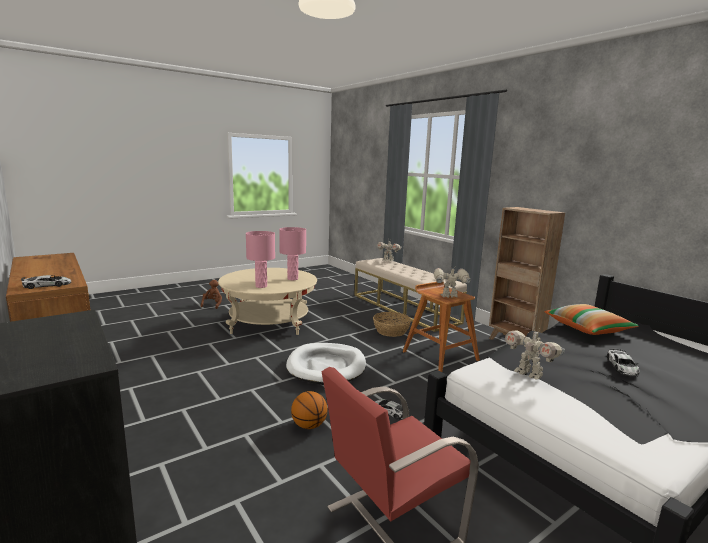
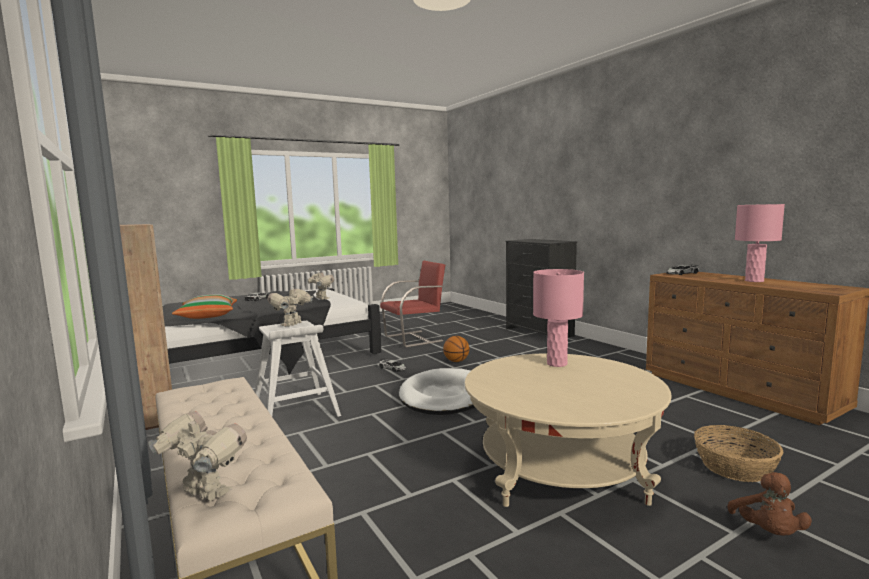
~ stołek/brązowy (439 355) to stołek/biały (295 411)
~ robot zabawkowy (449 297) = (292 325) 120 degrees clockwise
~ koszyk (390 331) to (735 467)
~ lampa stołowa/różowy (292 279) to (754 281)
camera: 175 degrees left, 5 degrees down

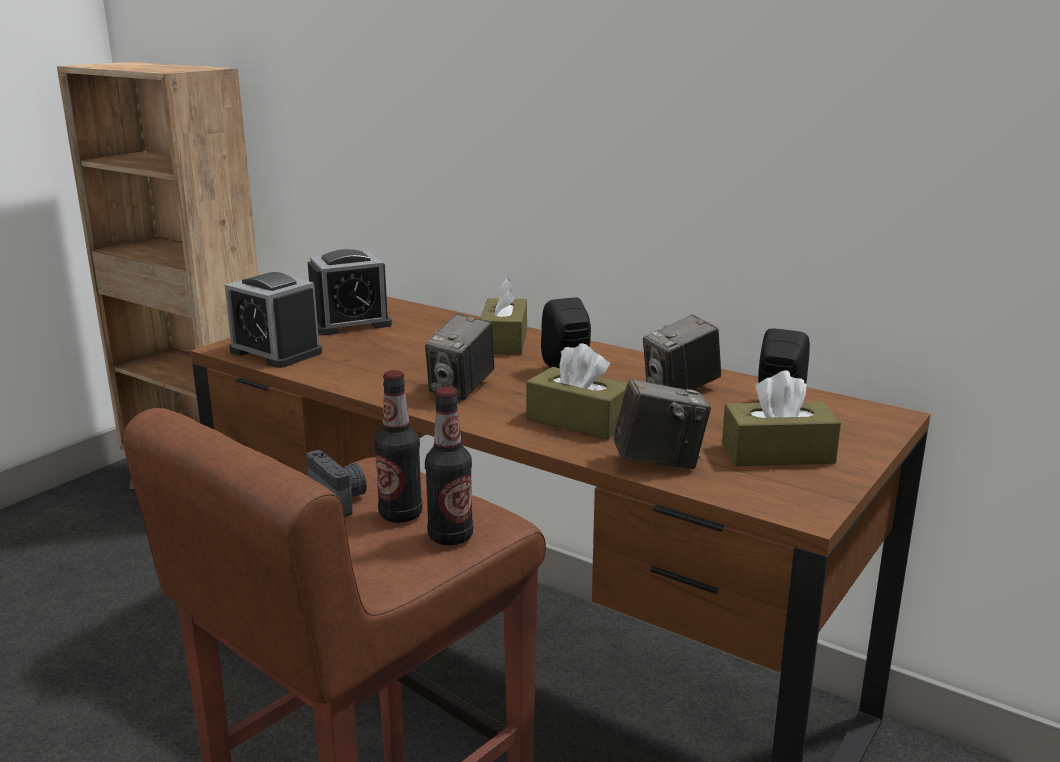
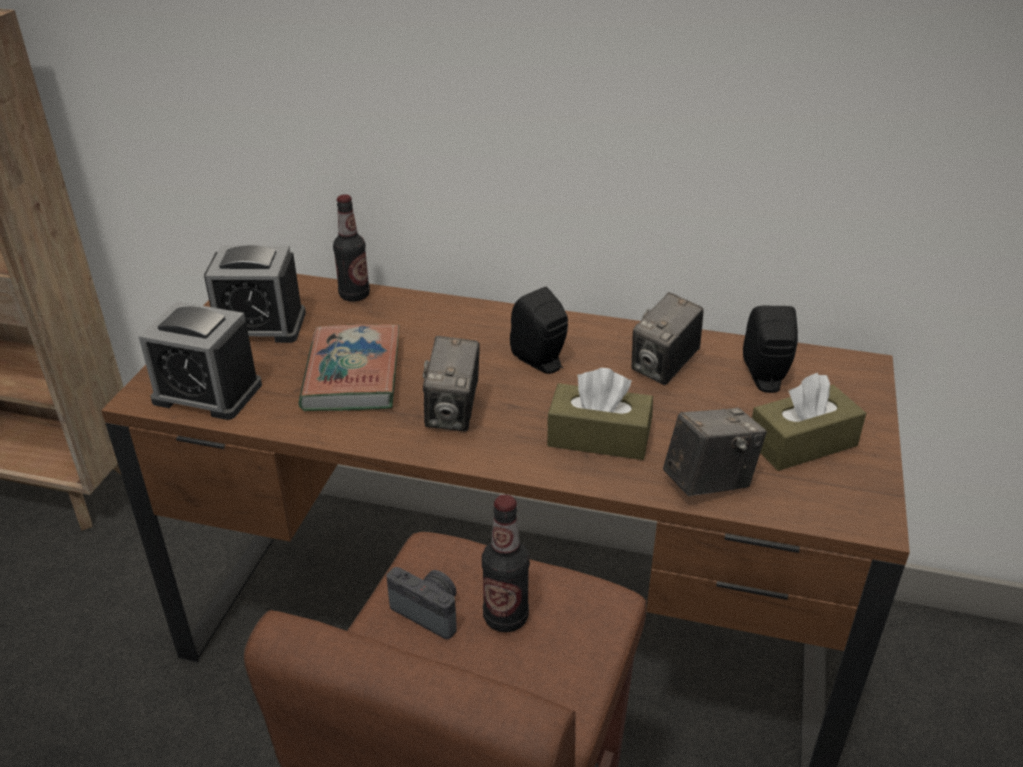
~ budzik (350 323) = (260 325) 45 degrees clockwise
+ książka (352 375)
~ butelka (450 536) to (354 295)
- pudełko chusteczek/brązowy (504 341)
camera: 20 degrees left, 15 degrees up

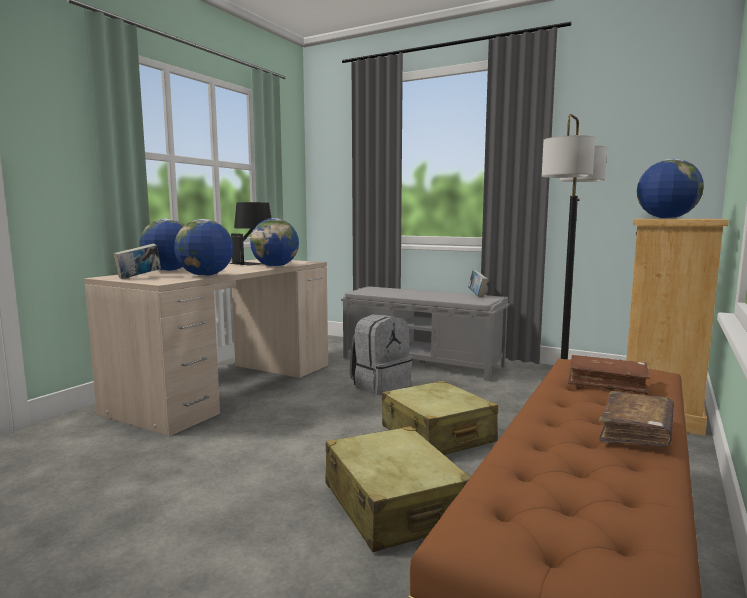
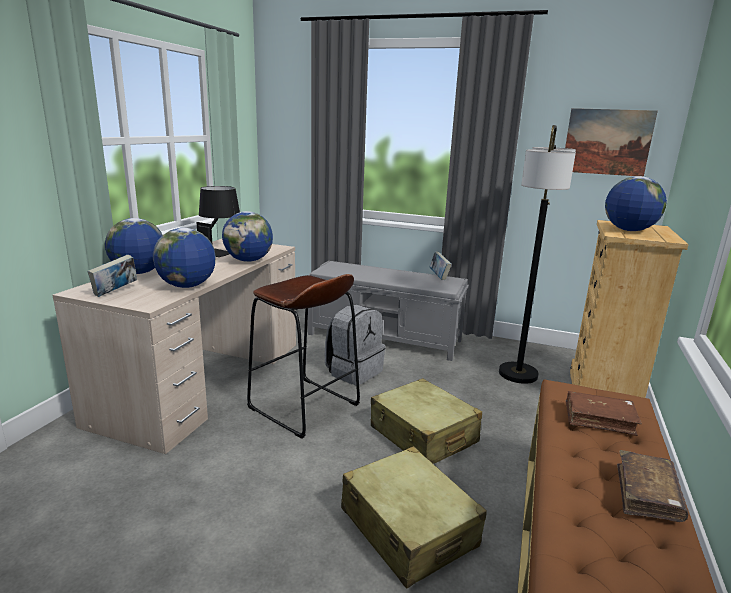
+ stołek/brązowy (304 406)
+ obraz (607 142)
camera: 10 degrees left, 10 degrees up

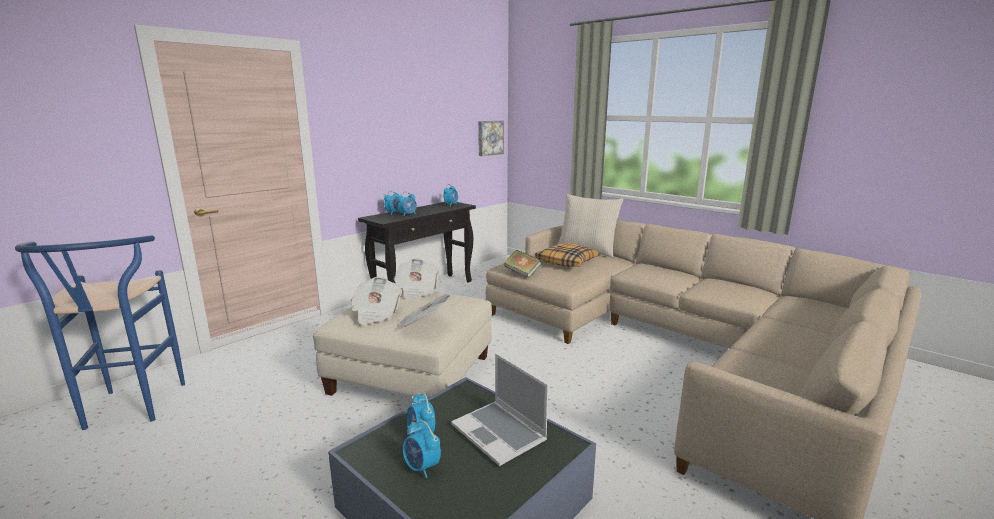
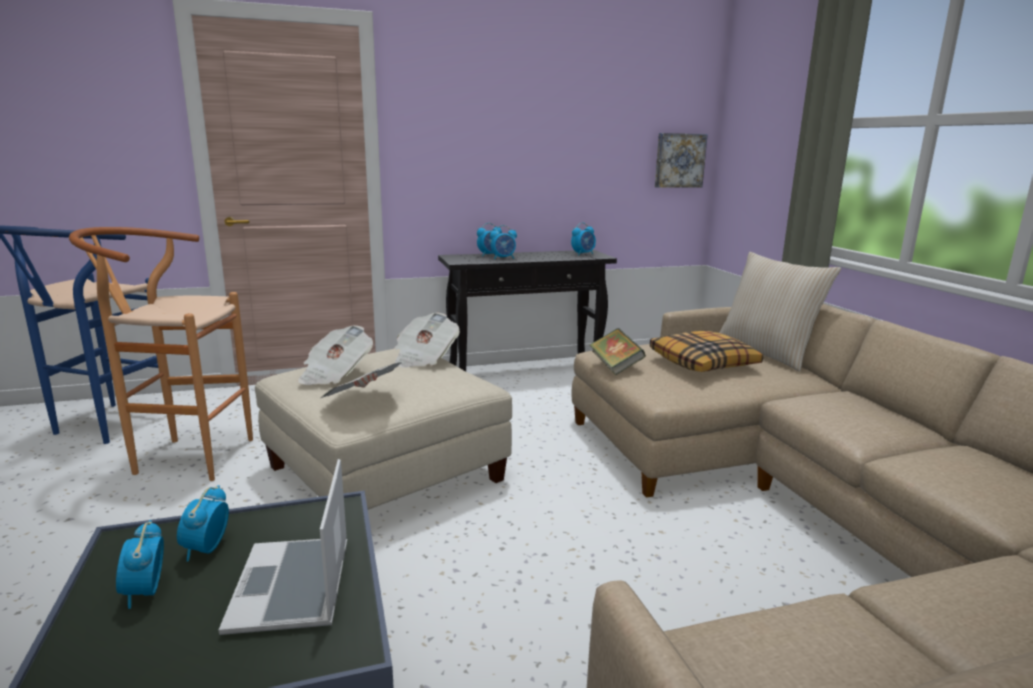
+ stołek/brązowy (183 457)
camera: 30 degrees right, 0 degrees up

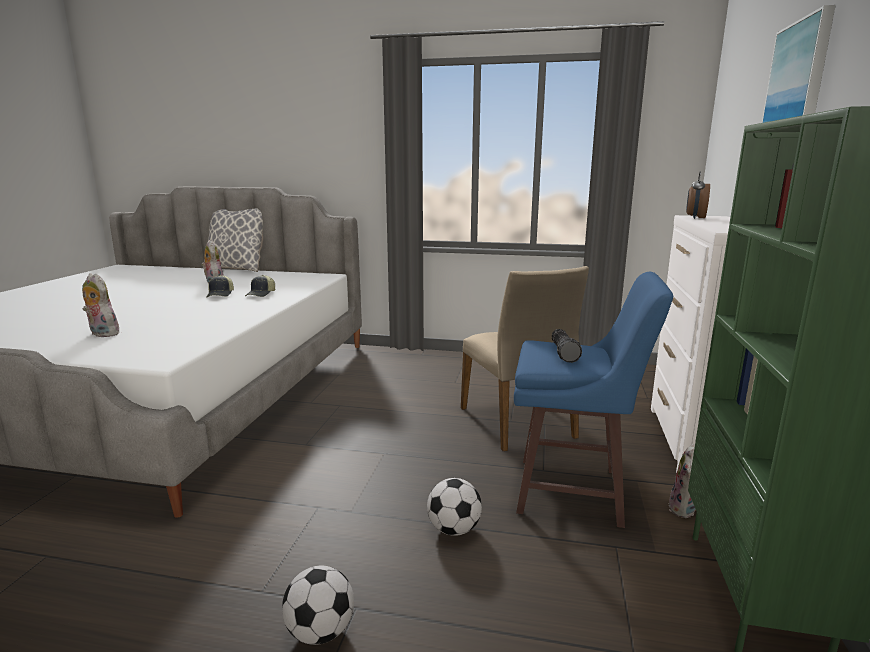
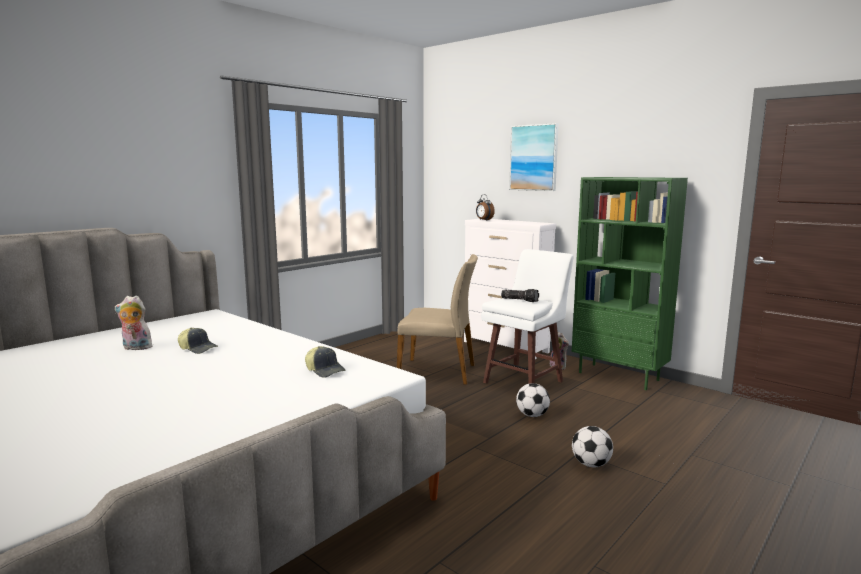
~ czapka z daszkiem (261 294) to (325 370)
~ stołek/niebieski (573 492) to stołek/biały (525 381)
- pluszak (102 334)
- poduszka (236 268)
camera: 60 degrees left, 5 degrees down

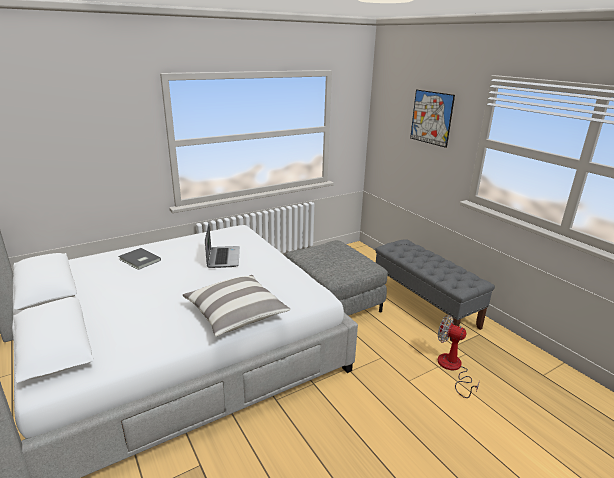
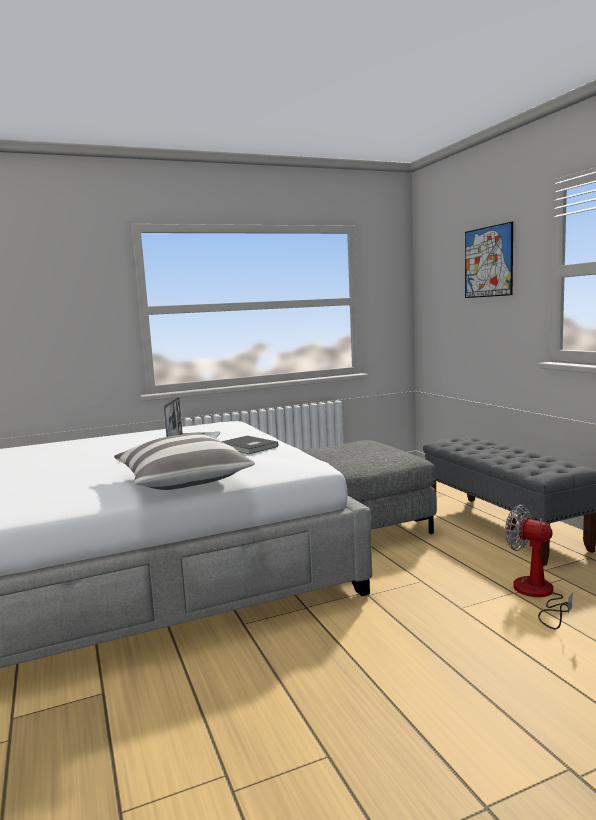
~ książka/szary (139 260) to (247 447)
camera: 10 degrees right, 15 degrees down

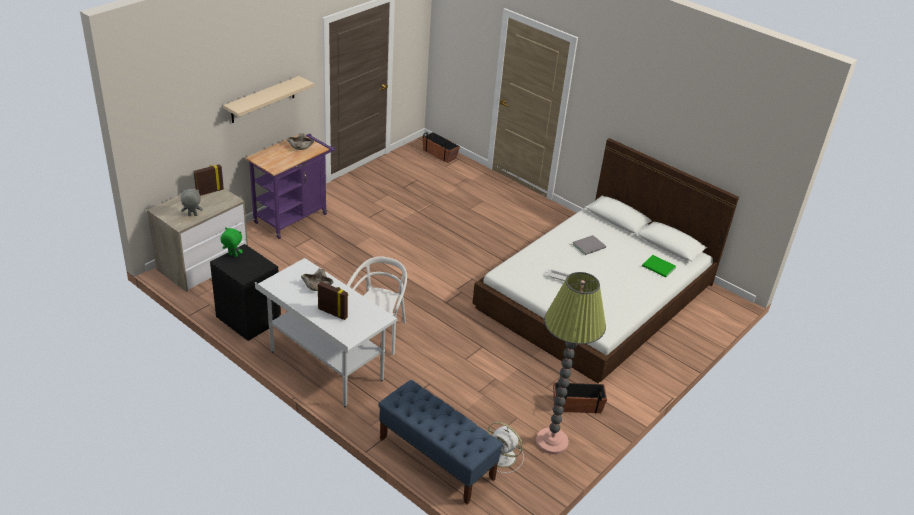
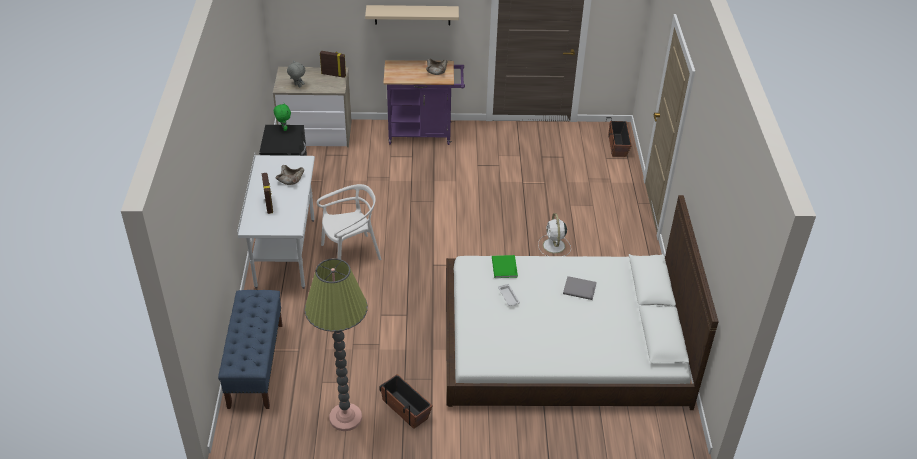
~ książka/zielony (659 268) to (503 268)
~ wentylator/biały (503 457) to (554 246)
camera: 50 degrees right, 5 degrees up

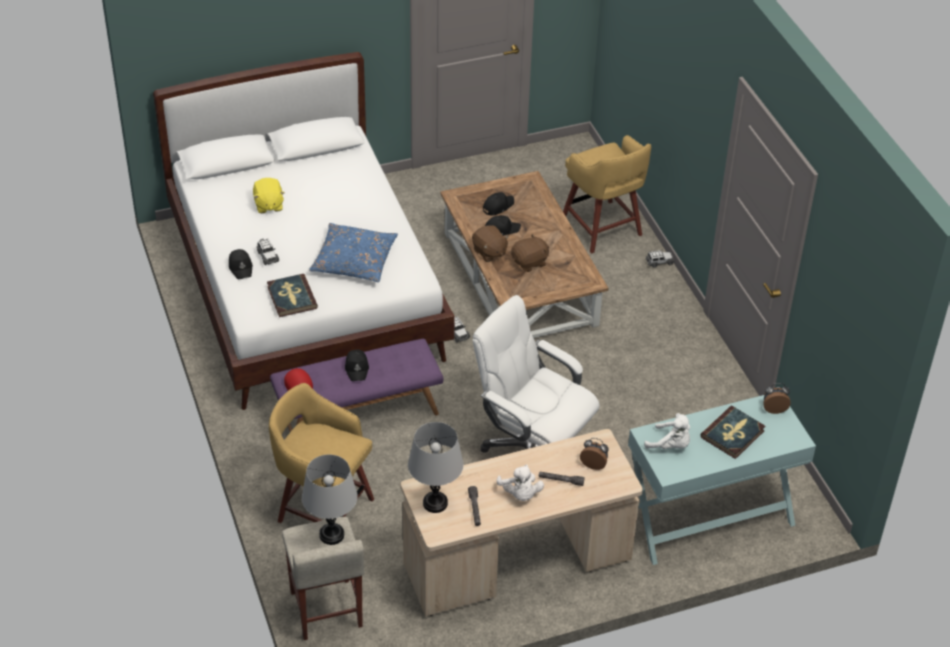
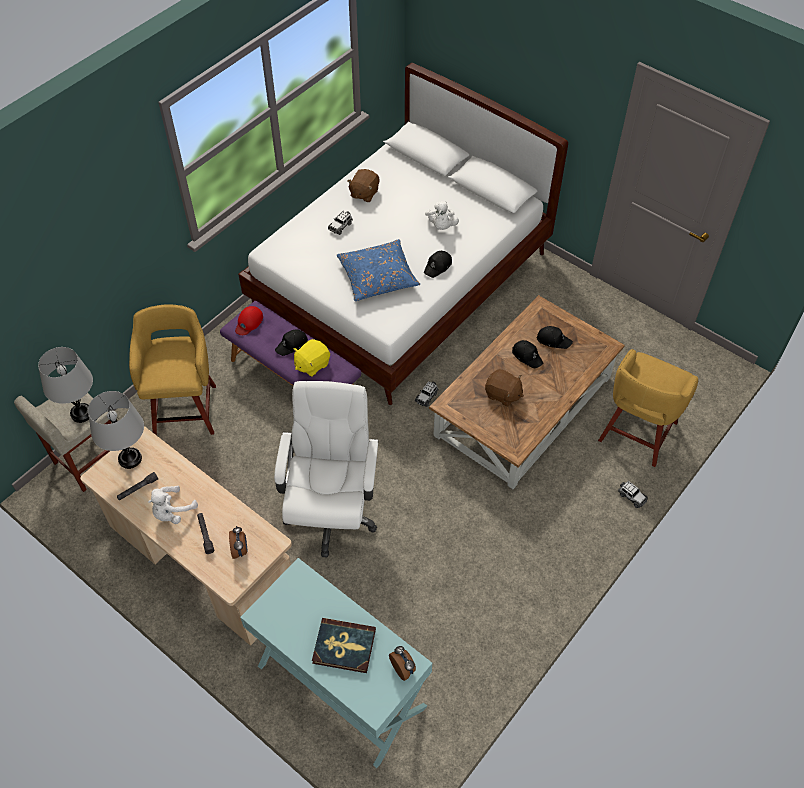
~ pluszak/żółty (268 205) to (312 364)
~ pluszak/brązowy (489 252) to (364 193)
~ czapka z daszkiem/czarny (241 267) to (438 266)
~ pluszak/biały (670 445) to (441 226)
- książka (291 297)
camera: 60 degrees right, 10 degrees up

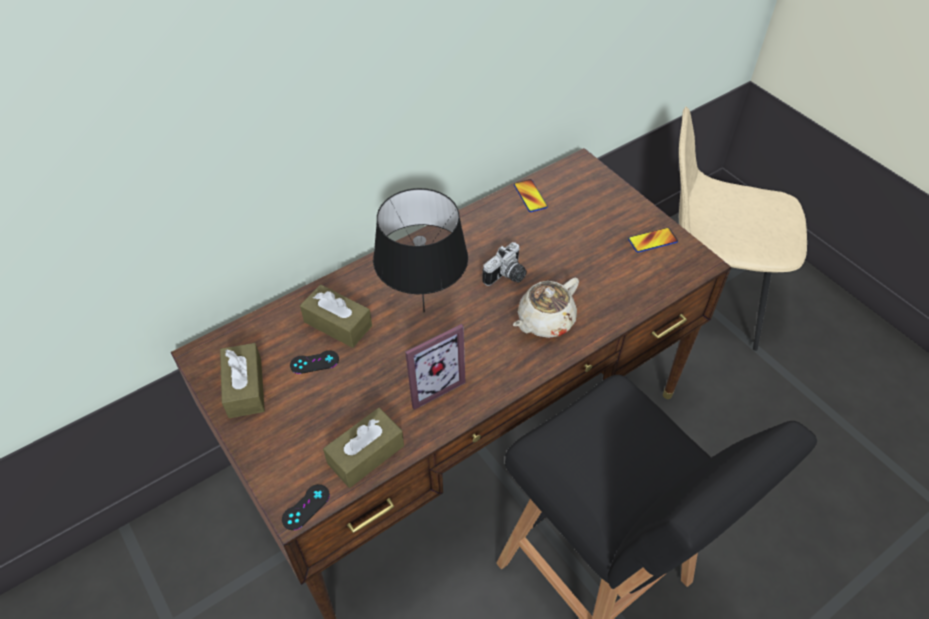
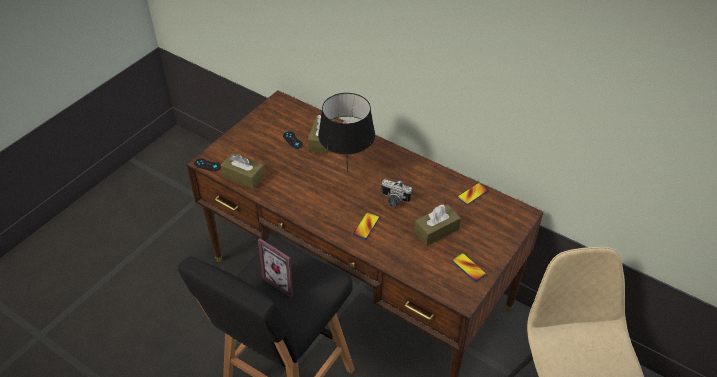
~ ramka na zdjęcie (431 383) to (284 280)
~ imbryk/beżowy (544 321) to telefon (366 226)
~ pudełko chusteczek/brązowy (245 388) to (436 230)
camera: 70 degrees right, 5 degrees down

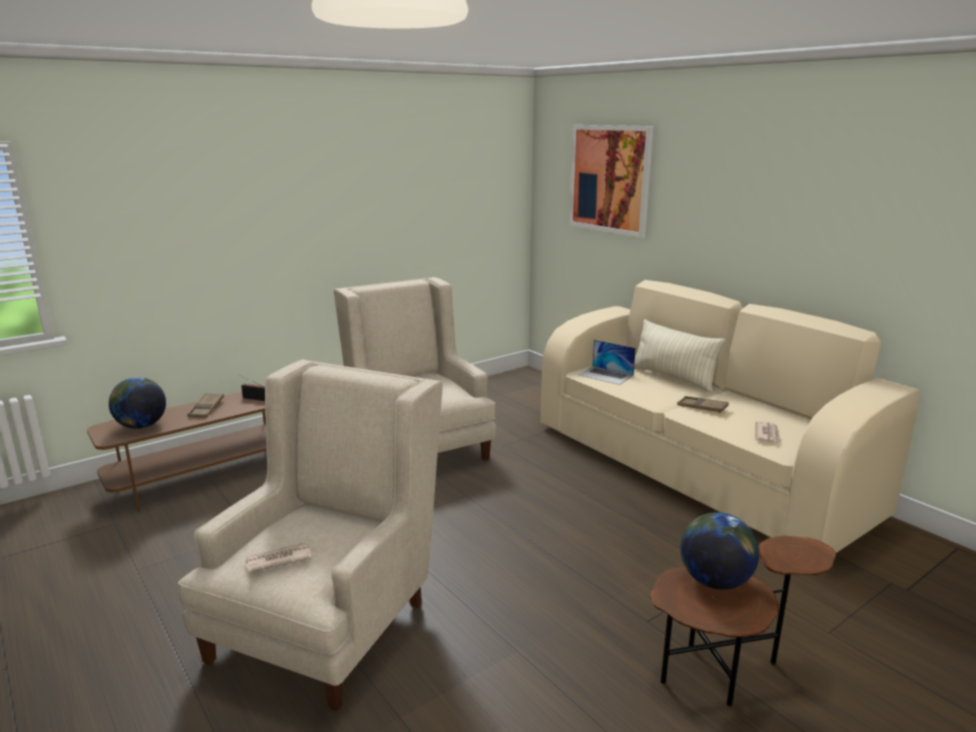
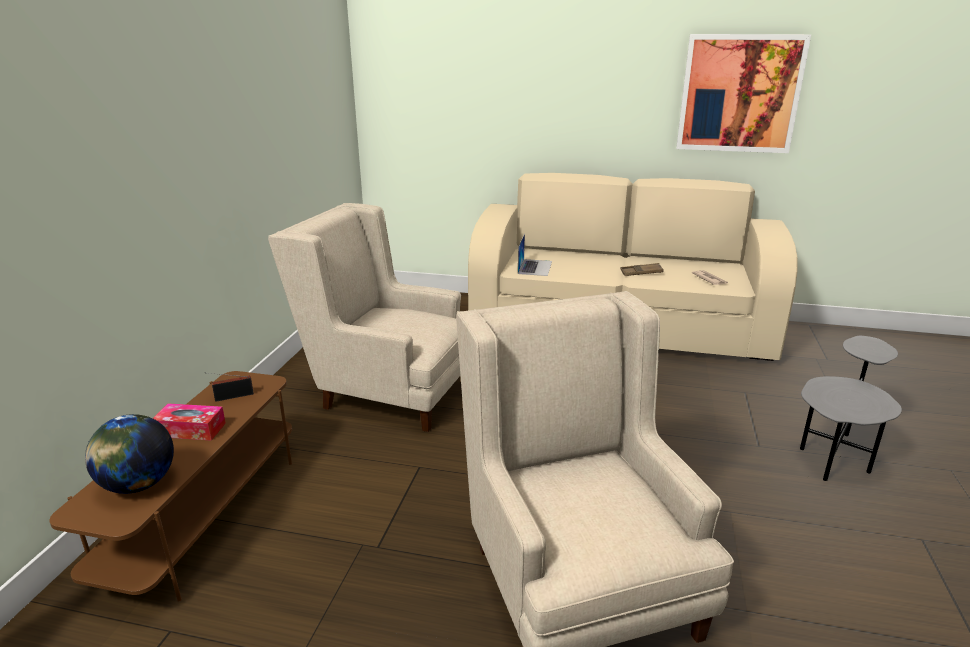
~ taca/brązowy (206 408) to pudełko chusteczek (191 430)
~ laptop (606 375) = (535 267) 75 degrees counterclockwise
~ obraz (609 179) to (739 94)
~ stolik/brązowy (725 670) to stolik/szary (836 453)
- gazeta (277 560)
- poduszka/beżowy (673 378)
- globus (714 581)
camera: 40 degrees left, 5 degrees up

